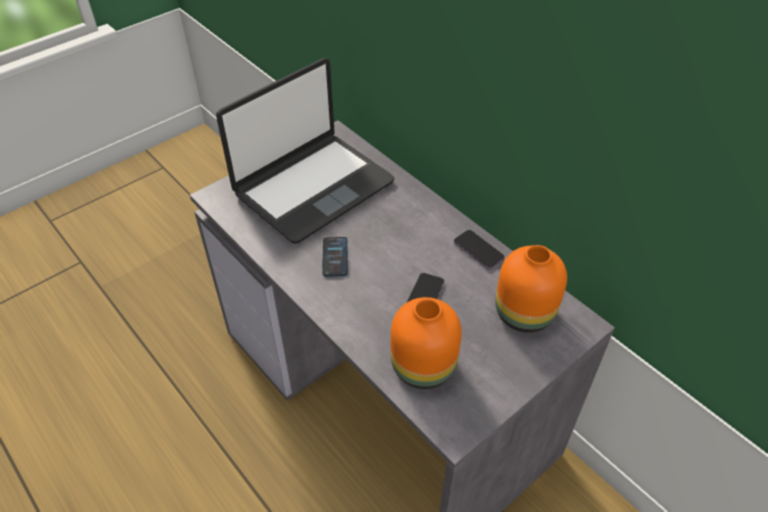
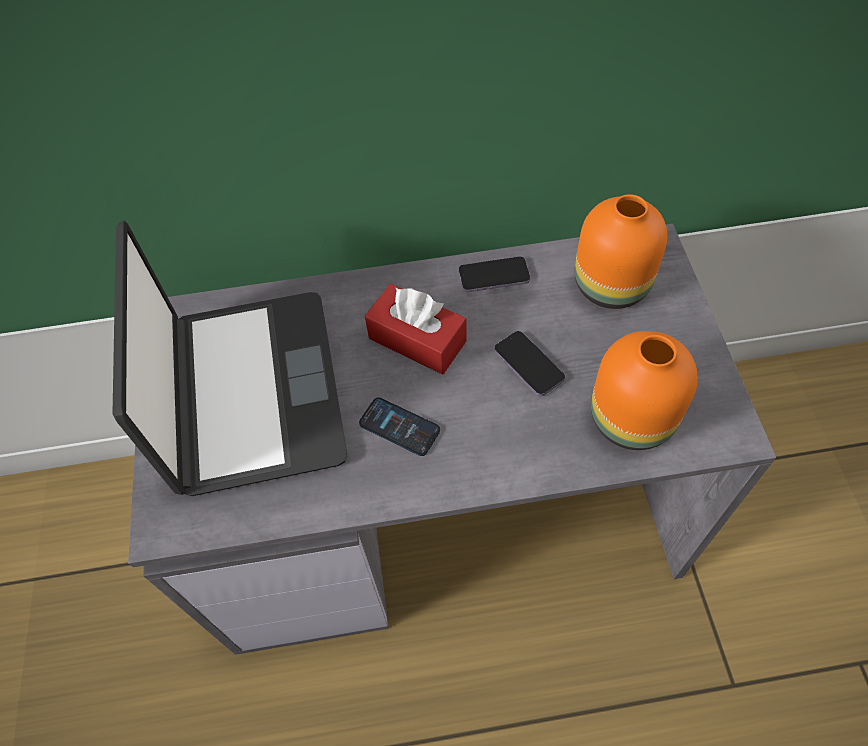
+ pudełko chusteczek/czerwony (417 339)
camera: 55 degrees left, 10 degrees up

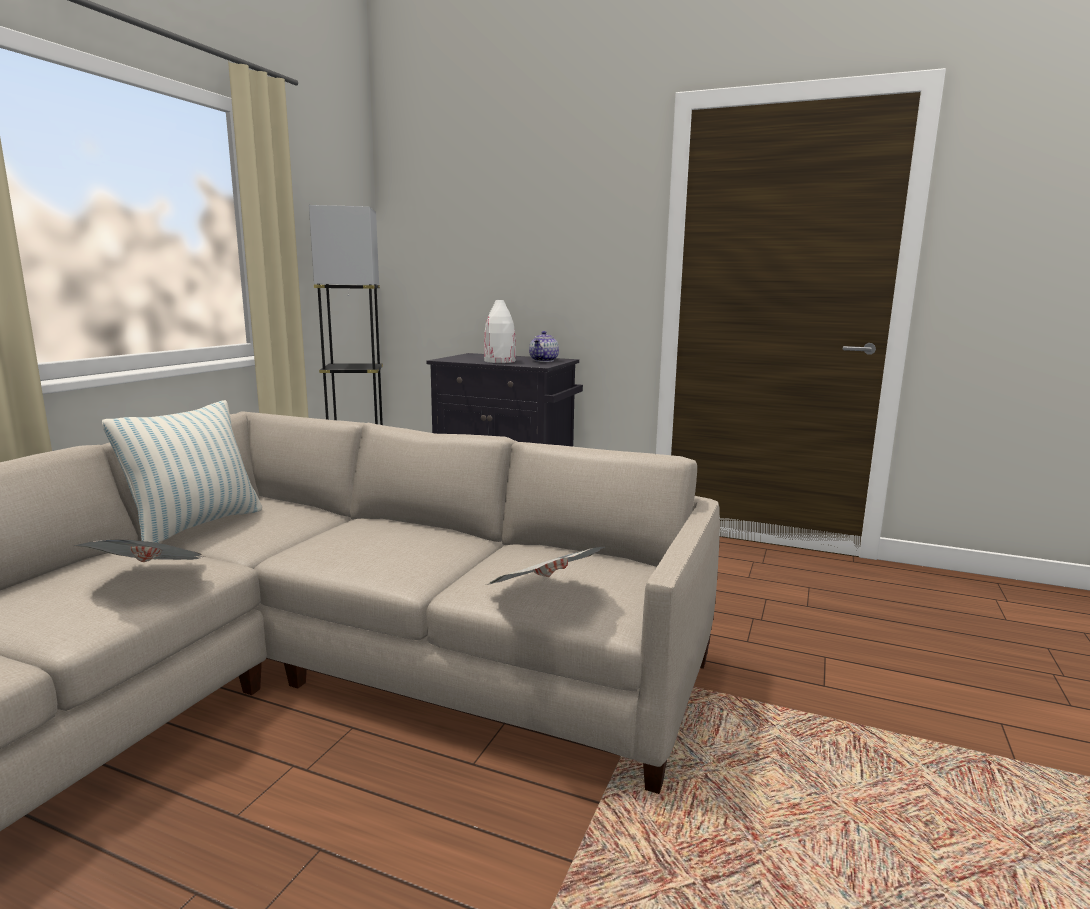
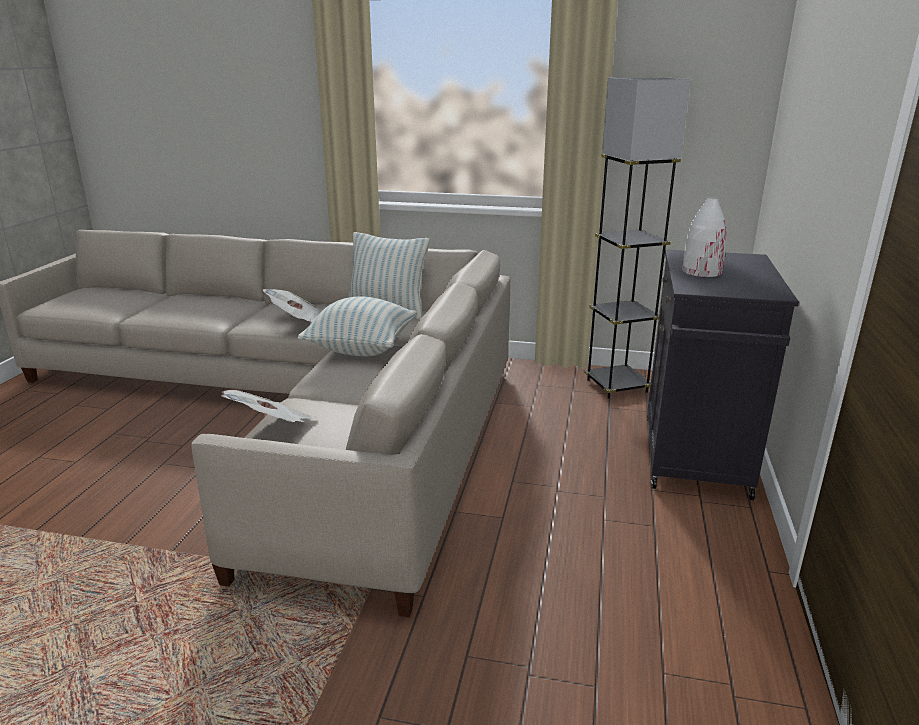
+ poduszka (361 349)
- imbryk (544 361)
camera: 80 degrees right, 10 degrees up

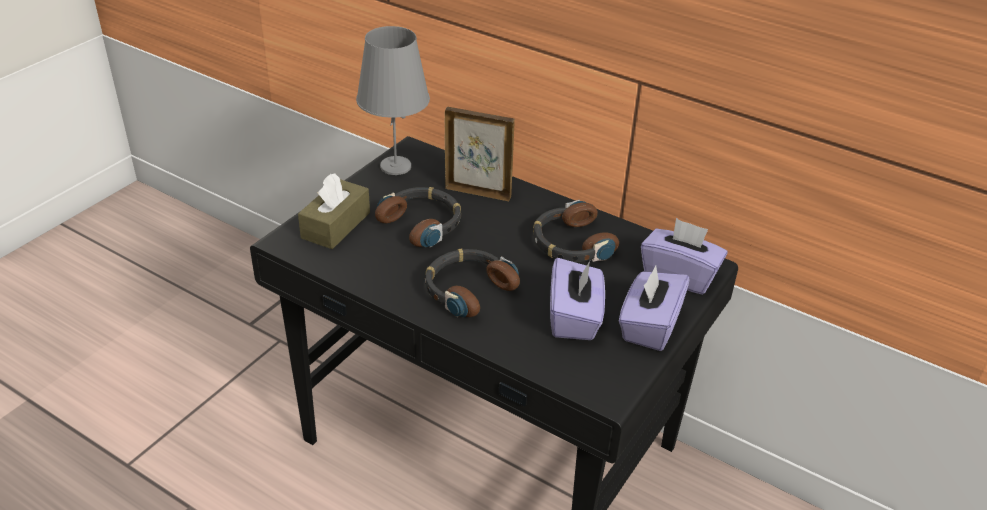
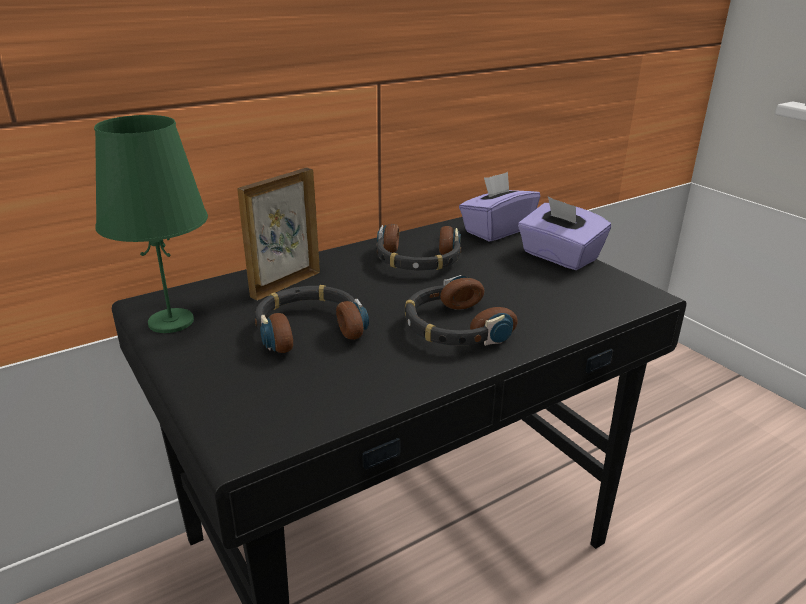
~ lampa stołowa/szary (395 166) to lampa stołowa/zielony (170 321)
- pudełko chusteczek/brązowy (336 225)
- pudełko chusteczek/fioletowy (574 318)
camera: 65 degrees left, 10 degrees down

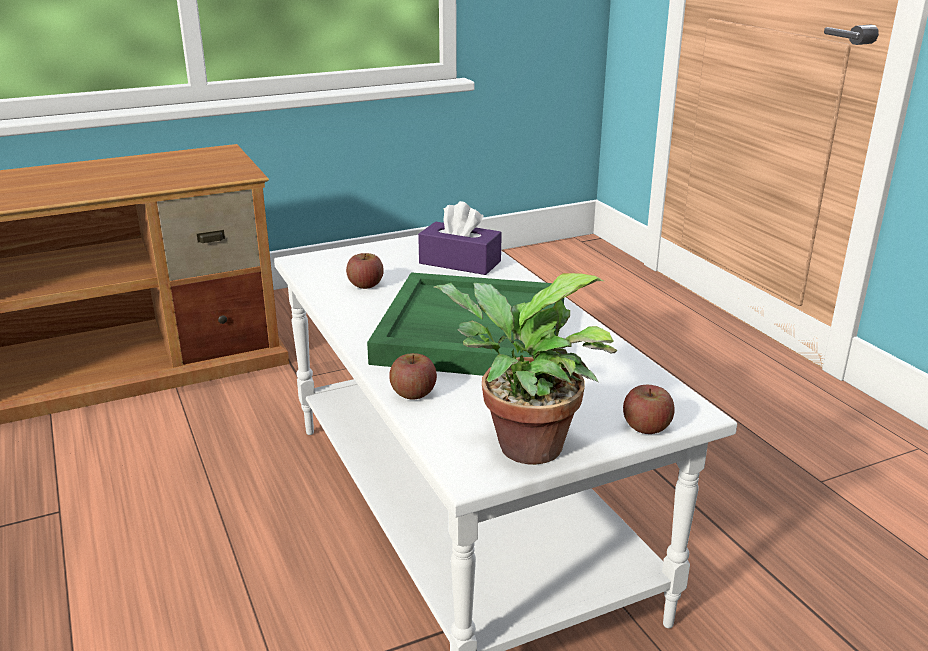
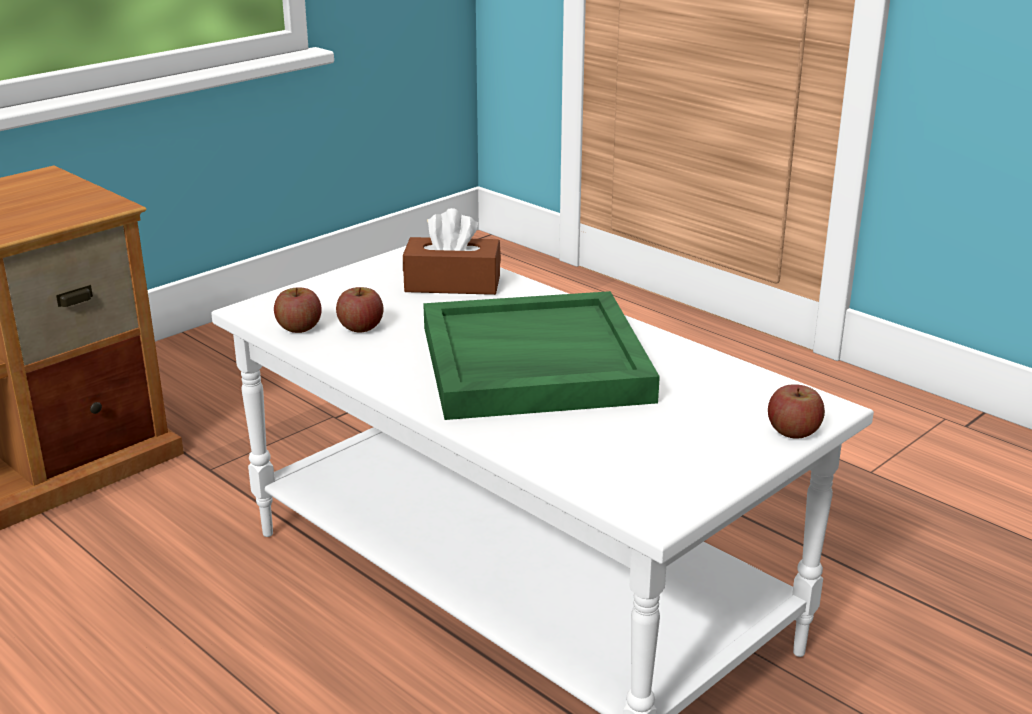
~ jabłko (413 393) to (299 328)
~ pudełko chusteczek/fioletowy (460 262) to pudełko chusteczek/brązowy (452 284)
- roślina doniczkowa (521 447)
camera: 20 degrees left, 0 degrees up

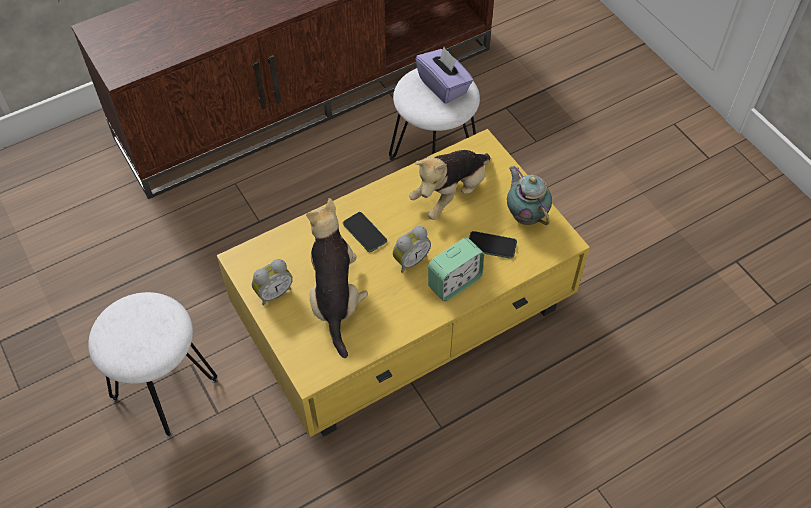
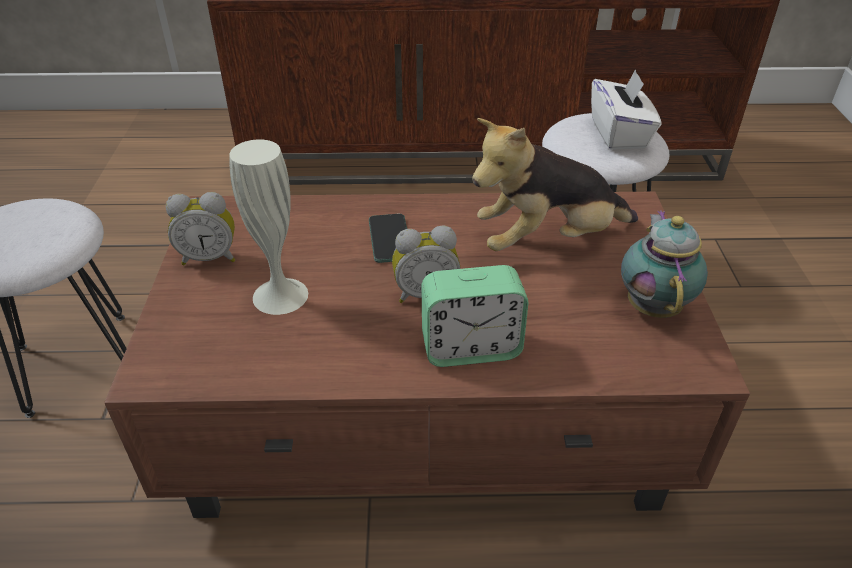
~ ława/żółty (406 312) to ława/brązowy (430 409)
~ pluszak (335 298) to wazon/biały (280 295)
~ pudełko chusteczek/fioletowy (443 86) to pudełko chusteczek/biały (619 134)
- telefon (491 245)
camera: 30 degrees right, 15 degrees down

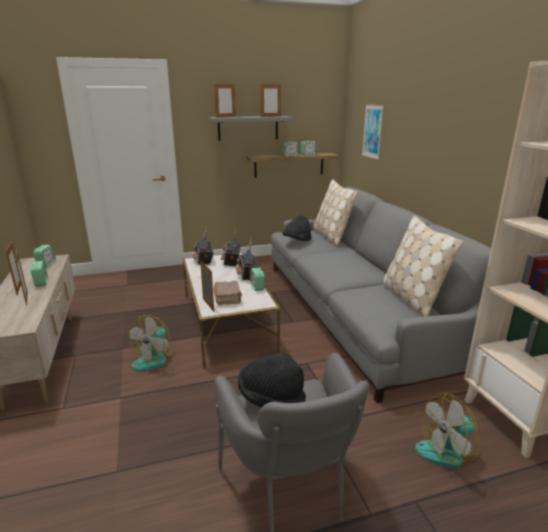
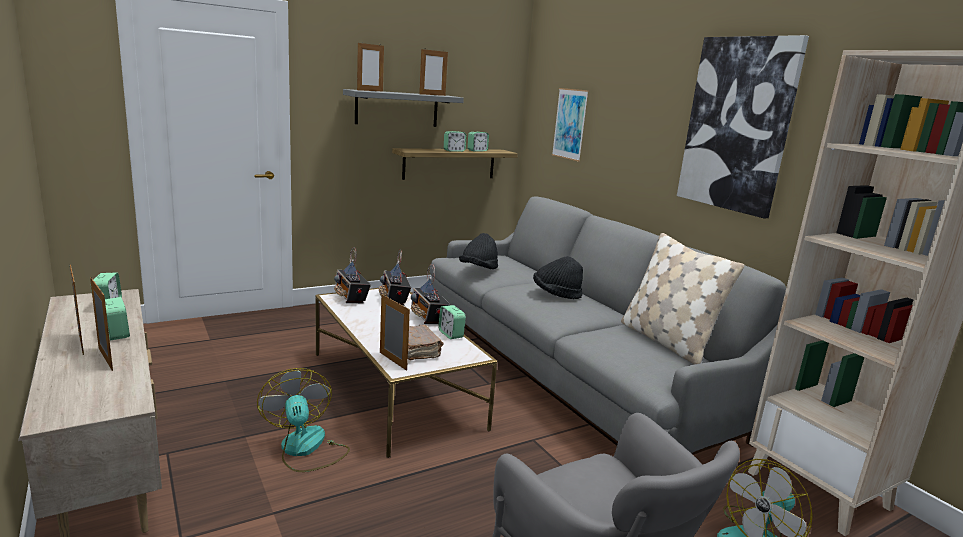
~ wentylator (155 358) = (305 449) 150 degrees clockwise
~ kapelusz/czarny (271 398) to (556 294)
+ obraz (738 125)
- poduszka/beżowy (331 236)
camera: 15 degrees left, 5 degrees down

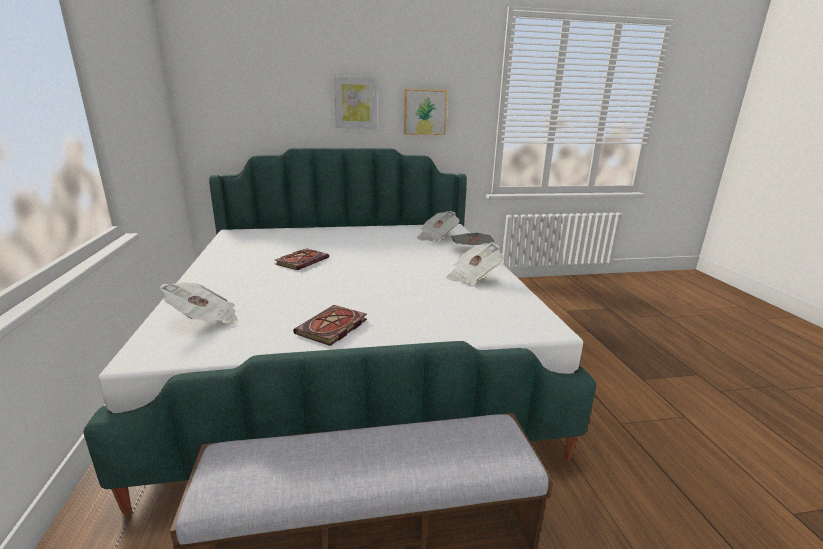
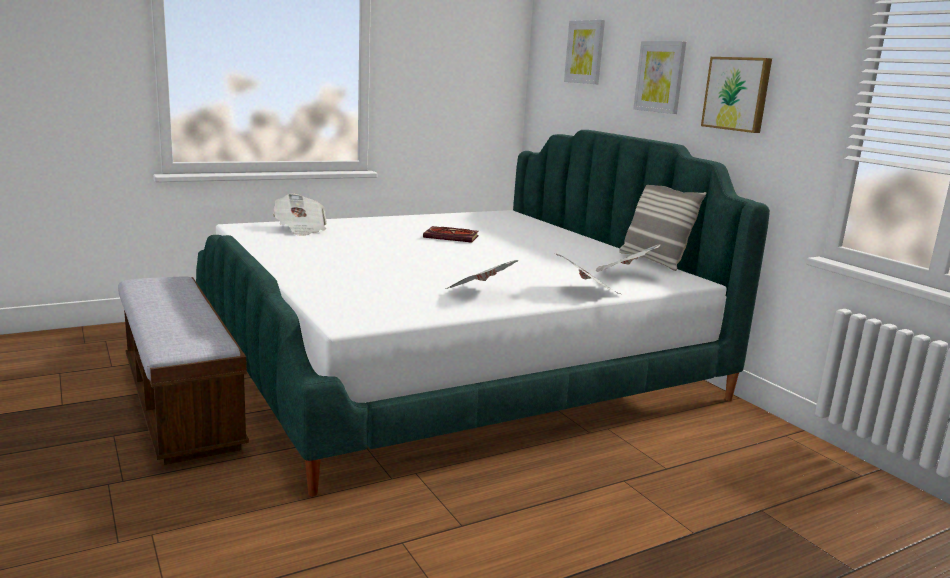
+ obraz (585 52)
+ poduszka (653 261)
- książka (332 328)
camera: 70 degrees right, 5 degrees down

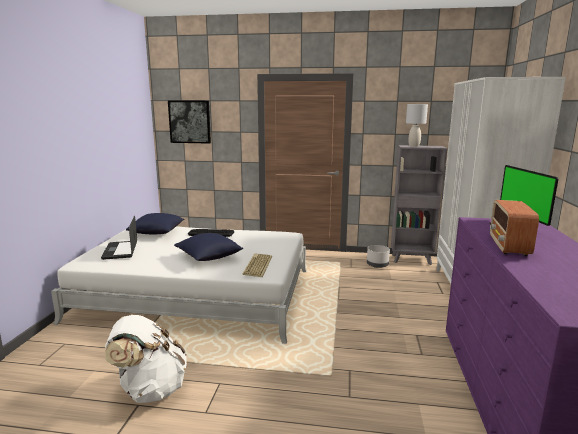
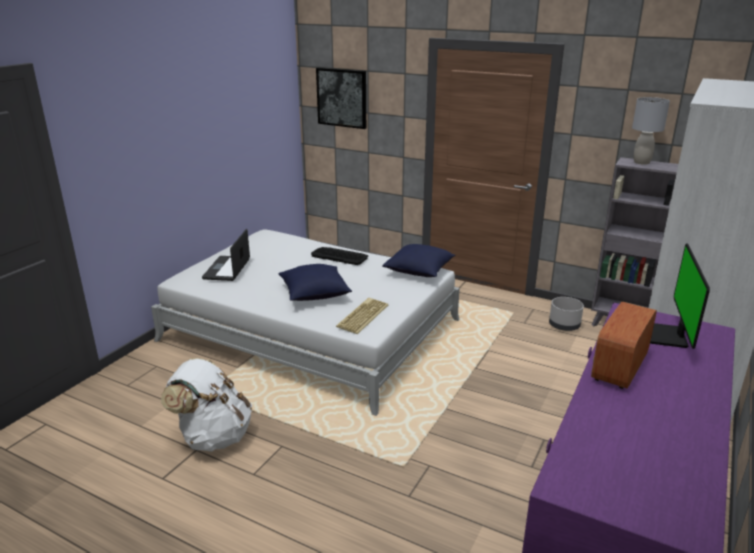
~ poduszka/niebieski (157 233) to (419 271)
camera: 20 degrees right, 10 degrees up

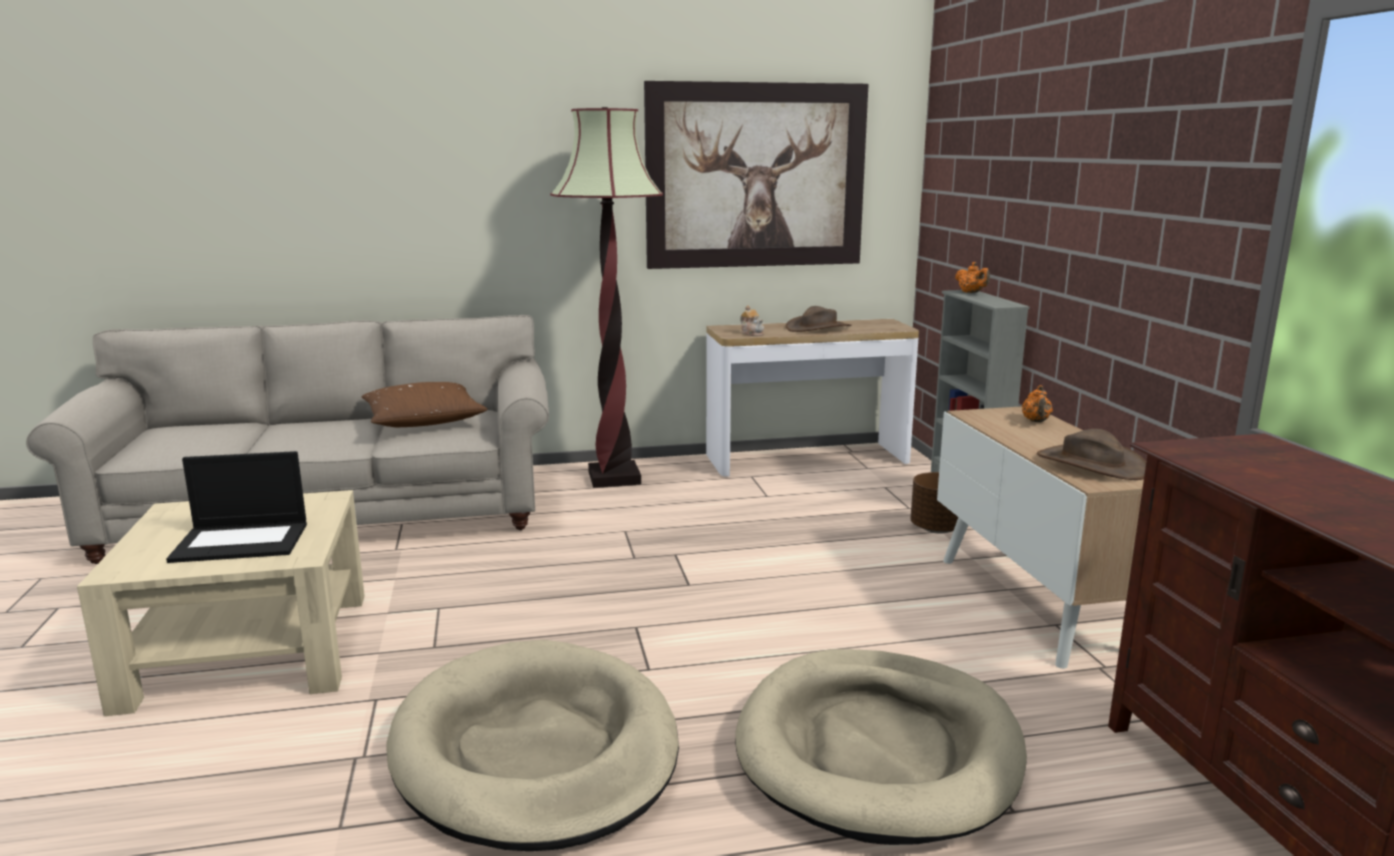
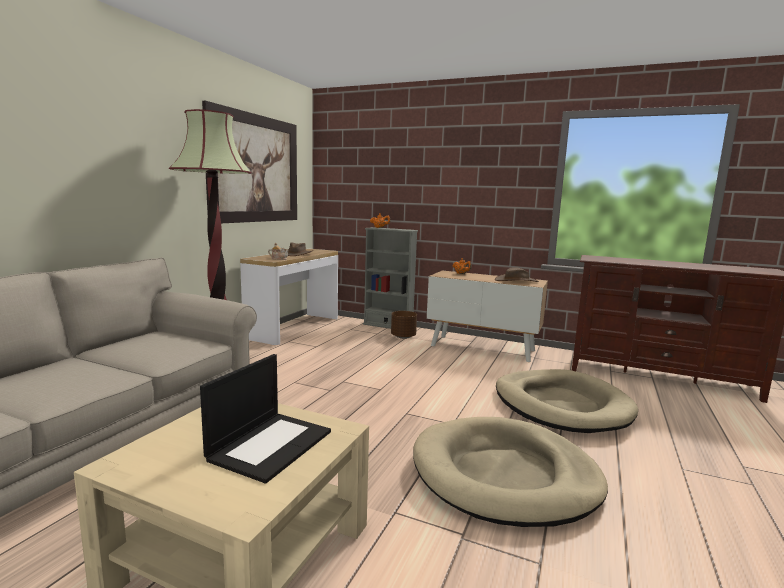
- poduszka/brązowy (424 421)
camera: 55 degrees left, 5 degrees down

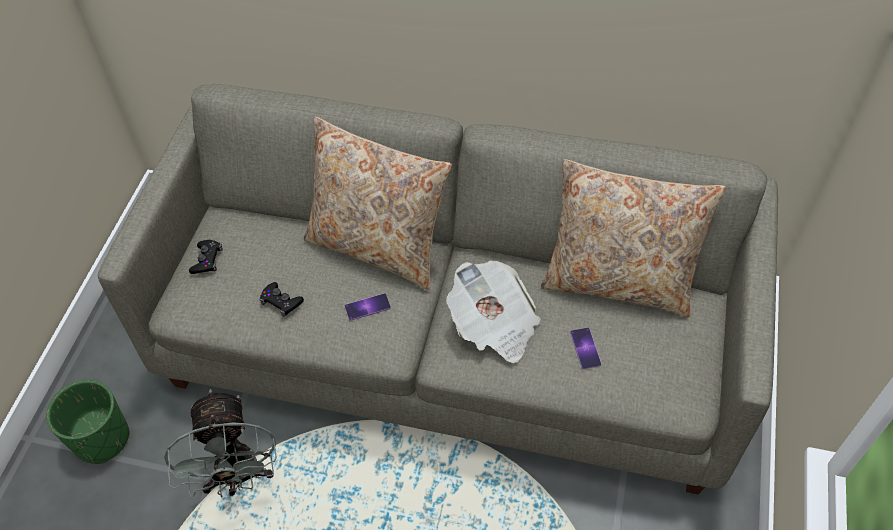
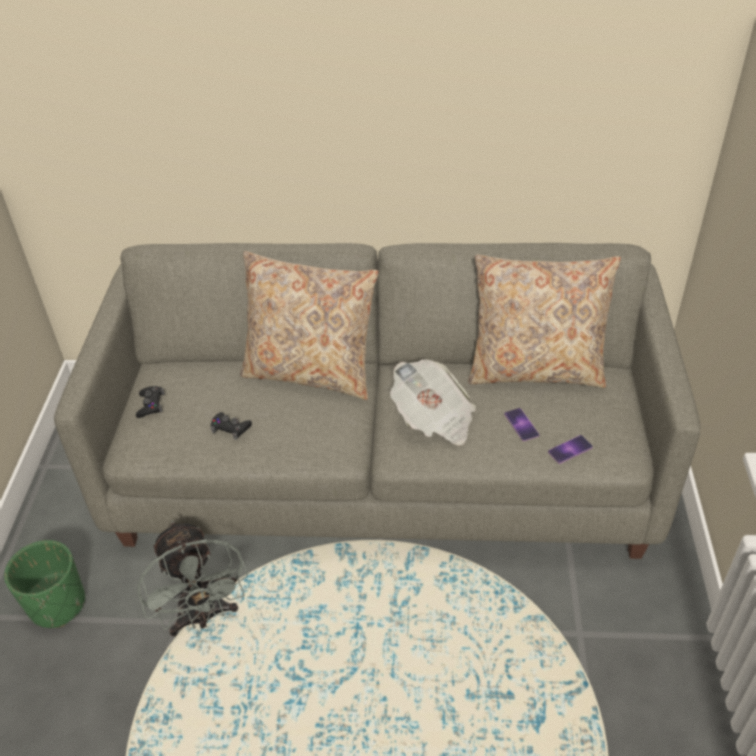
~ telefon (367 307) to (570 449)
camera: 10 degrees left, 10 degrees down

